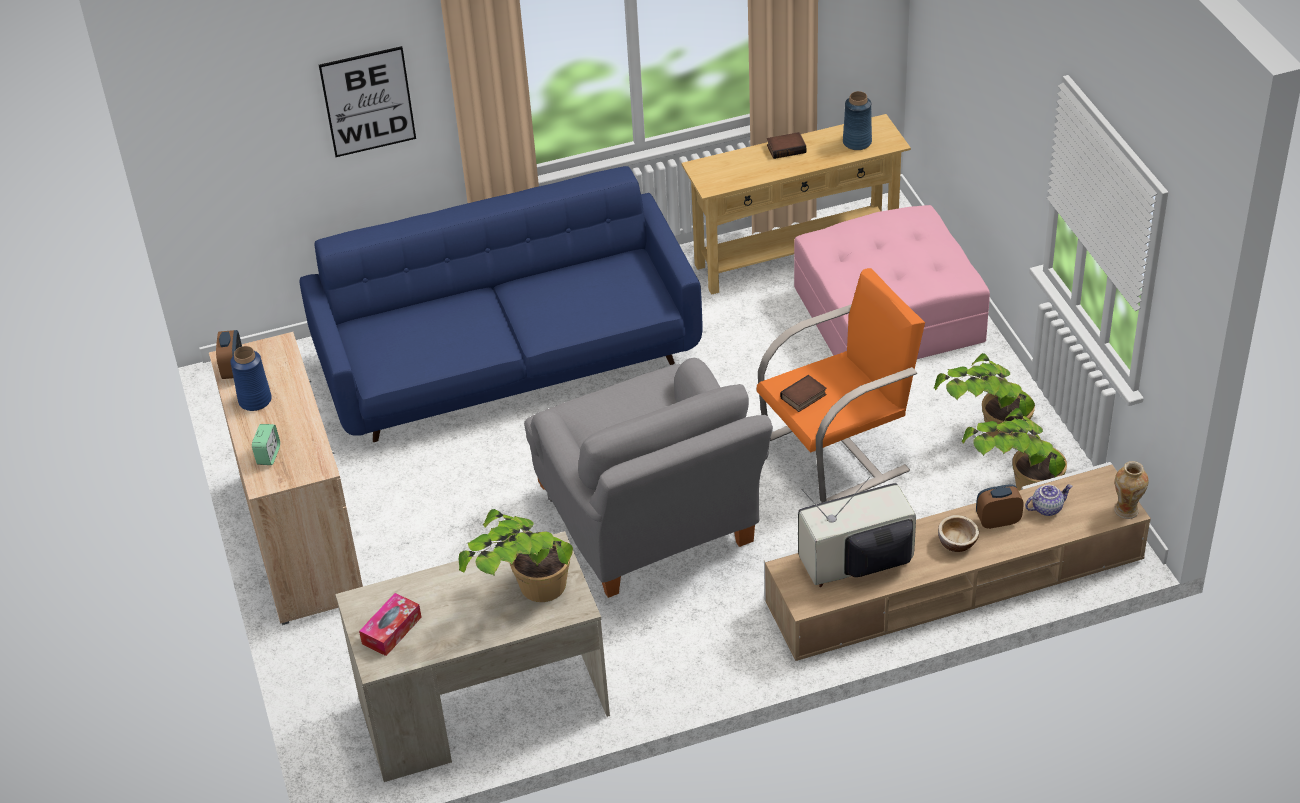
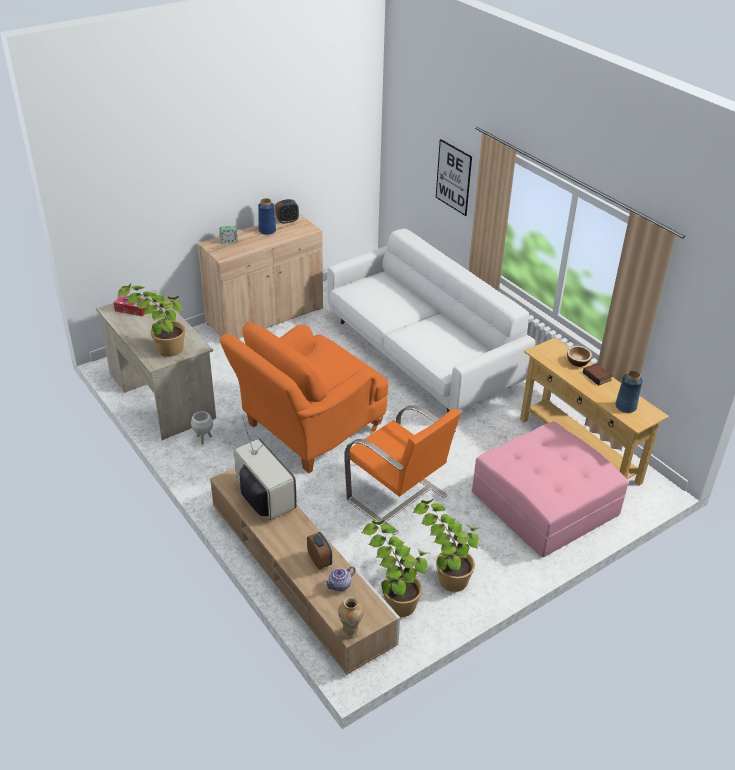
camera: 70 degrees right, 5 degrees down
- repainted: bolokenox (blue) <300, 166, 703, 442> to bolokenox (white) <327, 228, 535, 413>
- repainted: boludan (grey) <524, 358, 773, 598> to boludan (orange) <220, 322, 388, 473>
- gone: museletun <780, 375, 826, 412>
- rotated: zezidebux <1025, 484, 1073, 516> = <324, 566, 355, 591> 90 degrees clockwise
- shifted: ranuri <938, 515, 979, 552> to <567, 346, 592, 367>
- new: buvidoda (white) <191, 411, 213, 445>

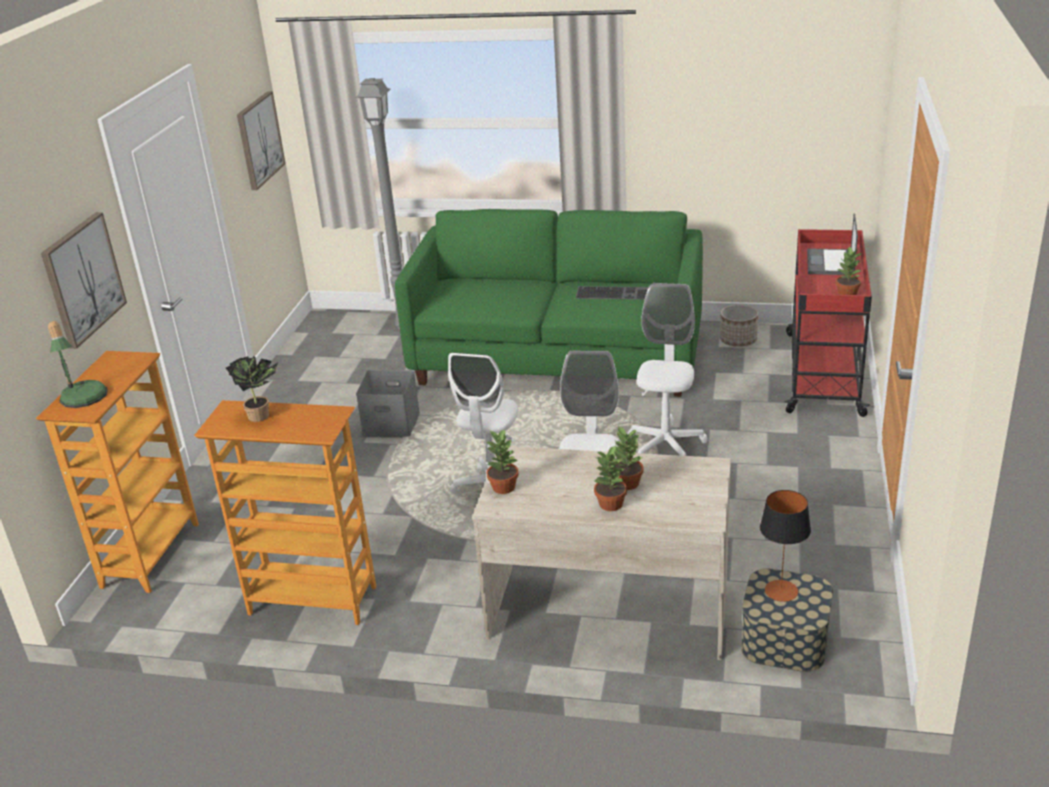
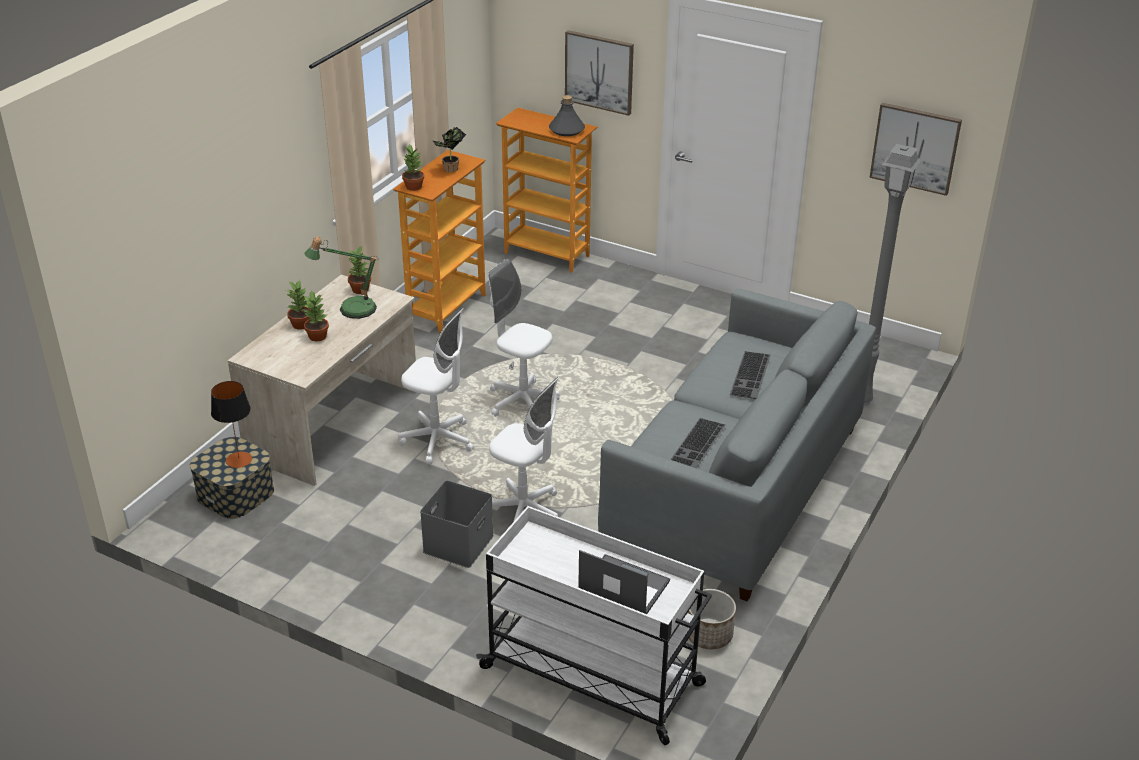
camera: 105 degrees right, 5 degrees up
- repainted: bolokenox (green) <395, 209, 703, 397> to bolokenox (grey) <598, 289, 876, 601>
- repainted: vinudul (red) <784, 229, 872, 417> to vinudul (white) <476, 506, 712, 745>
- shifted: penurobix <836, 246, 863, 295> to <402, 144, 424, 191>
- shifted: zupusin <48, 321, 108, 408> to <304, 236, 379, 319>
- shifted: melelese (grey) <356, 370, 420, 438> to <420, 480, 494, 568>
- new: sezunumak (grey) <549, 95, 585, 136>
- new: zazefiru <730, 351, 771, 399>

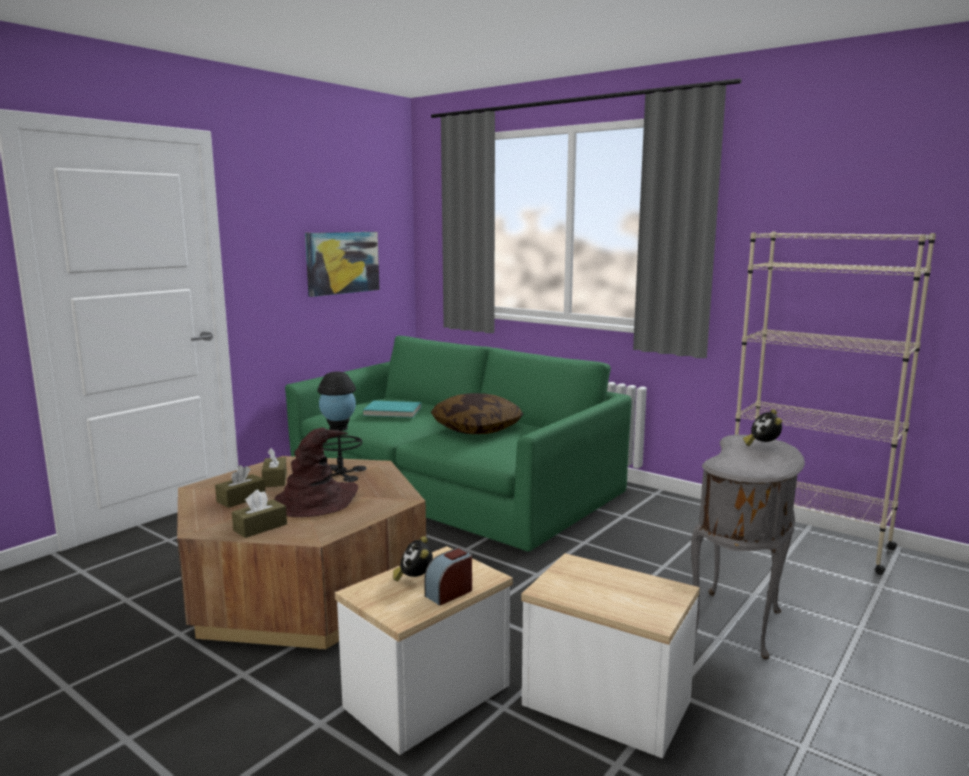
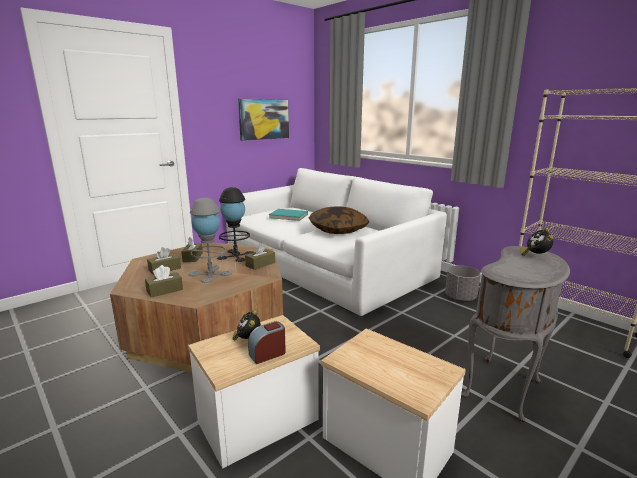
camera: 10 degrees right, 5 degrees up
- repainted: bolokenox (green) <285, 336, 632, 552> to bolokenox (white) <226, 168, 447, 316>
- swapped: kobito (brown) <274, 428, 358, 517> to zupusin (grey) <189, 198, 232, 283>
- new: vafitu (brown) <245, 243, 275, 270>
- new: buvidoda (grey) <445, 265, 481, 301>

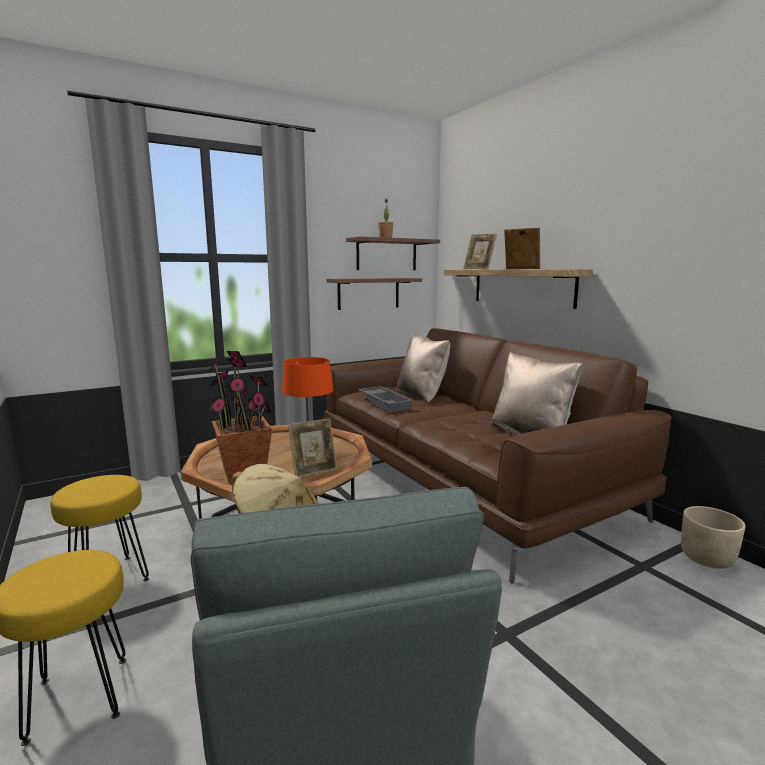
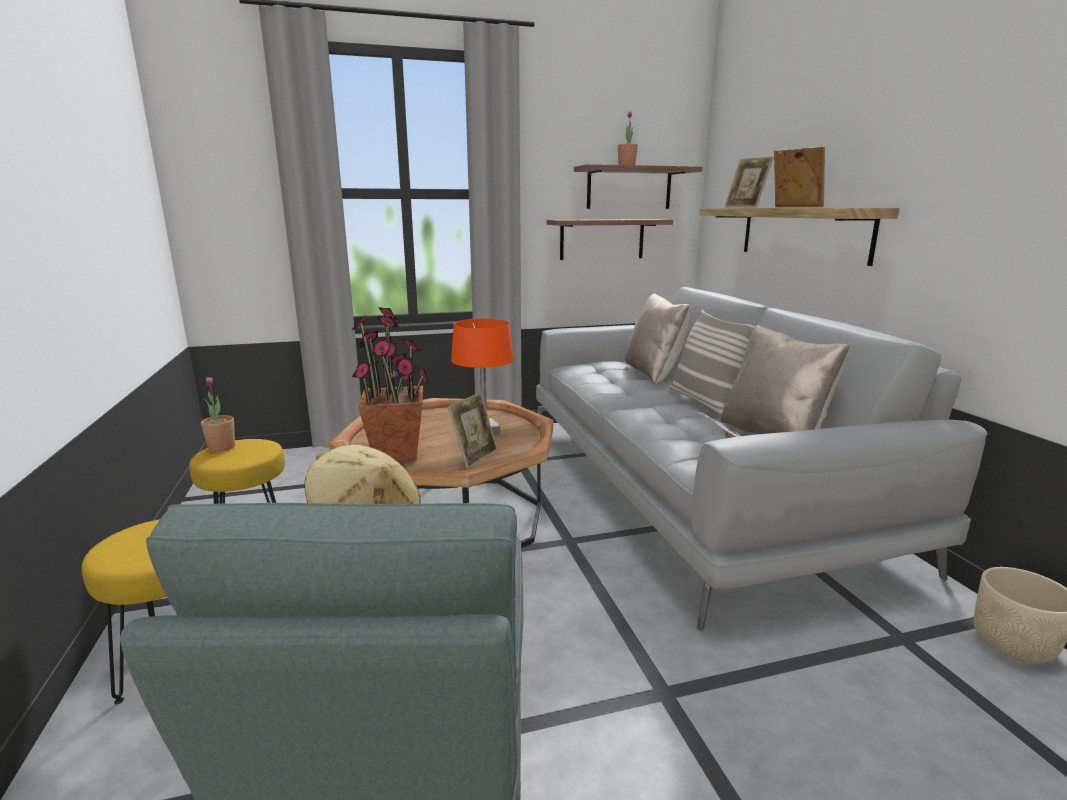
camera: 15 degrees right, 5 degrees up
- repainted: bolokenox (brown) <324, 328, 672, 584> to bolokenox (grey) <536, 287, 988, 631>
- gone: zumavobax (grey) <358, 386, 414, 413>
- rotated: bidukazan <288, 418, 337, 477> = <448, 392, 498, 469> 45 degrees counterclockwise
- new: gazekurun <670, 309, 756, 416>
- new: penurobix <201, 377, 235, 452>

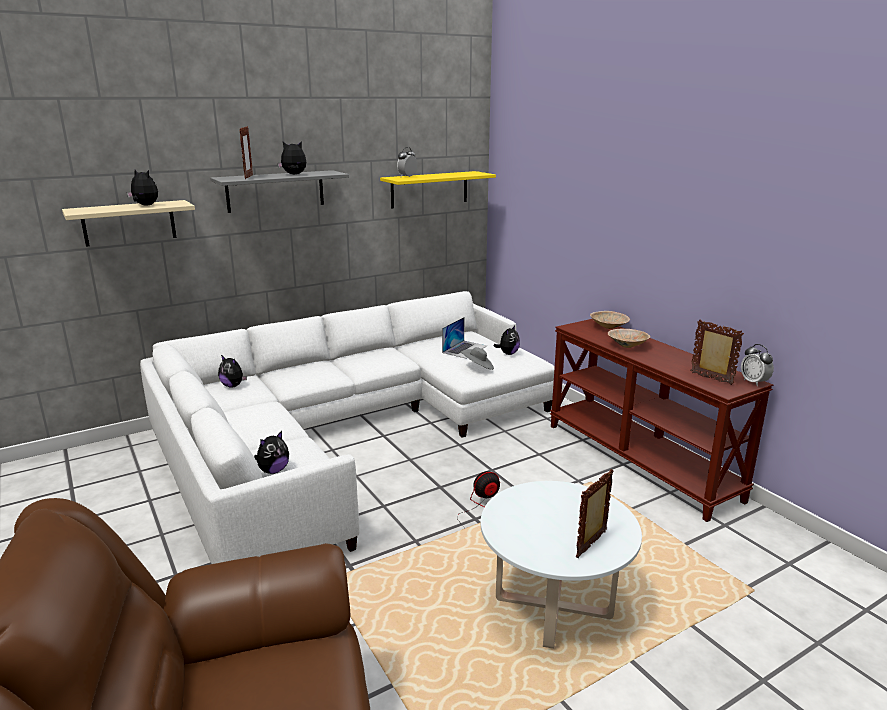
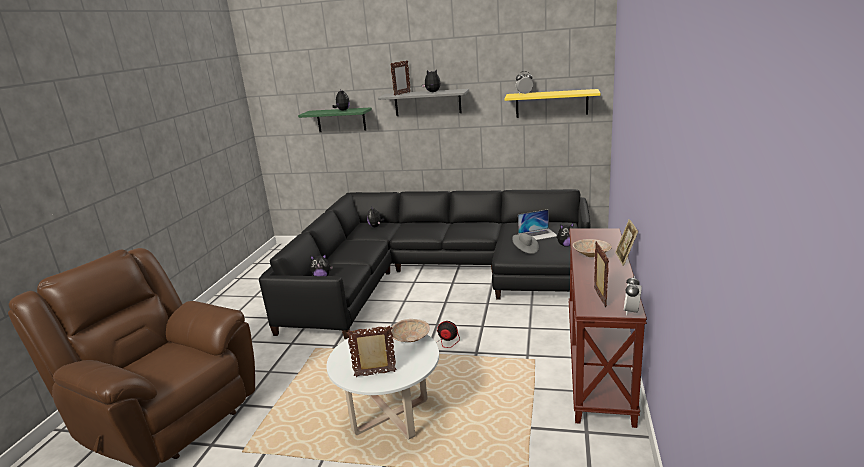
camera: 45 degrees right, 0 degrees up
- repainted: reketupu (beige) <62, 200, 195, 247> to reketupu (green) <298, 107, 372, 132>
- repainted: bolokenox (white) <140, 291, 555, 564> to bolokenox (black) <259, 189, 590, 339>
- shifted: ranuri (beige) <590, 311, 630, 329> to <391, 319, 430, 342>
- new: bidukazan <615, 219, 638, 266>

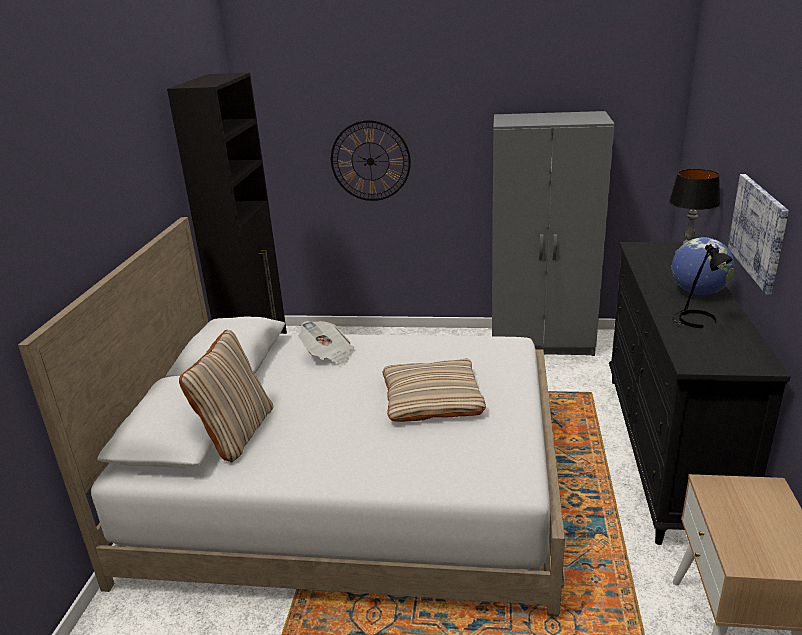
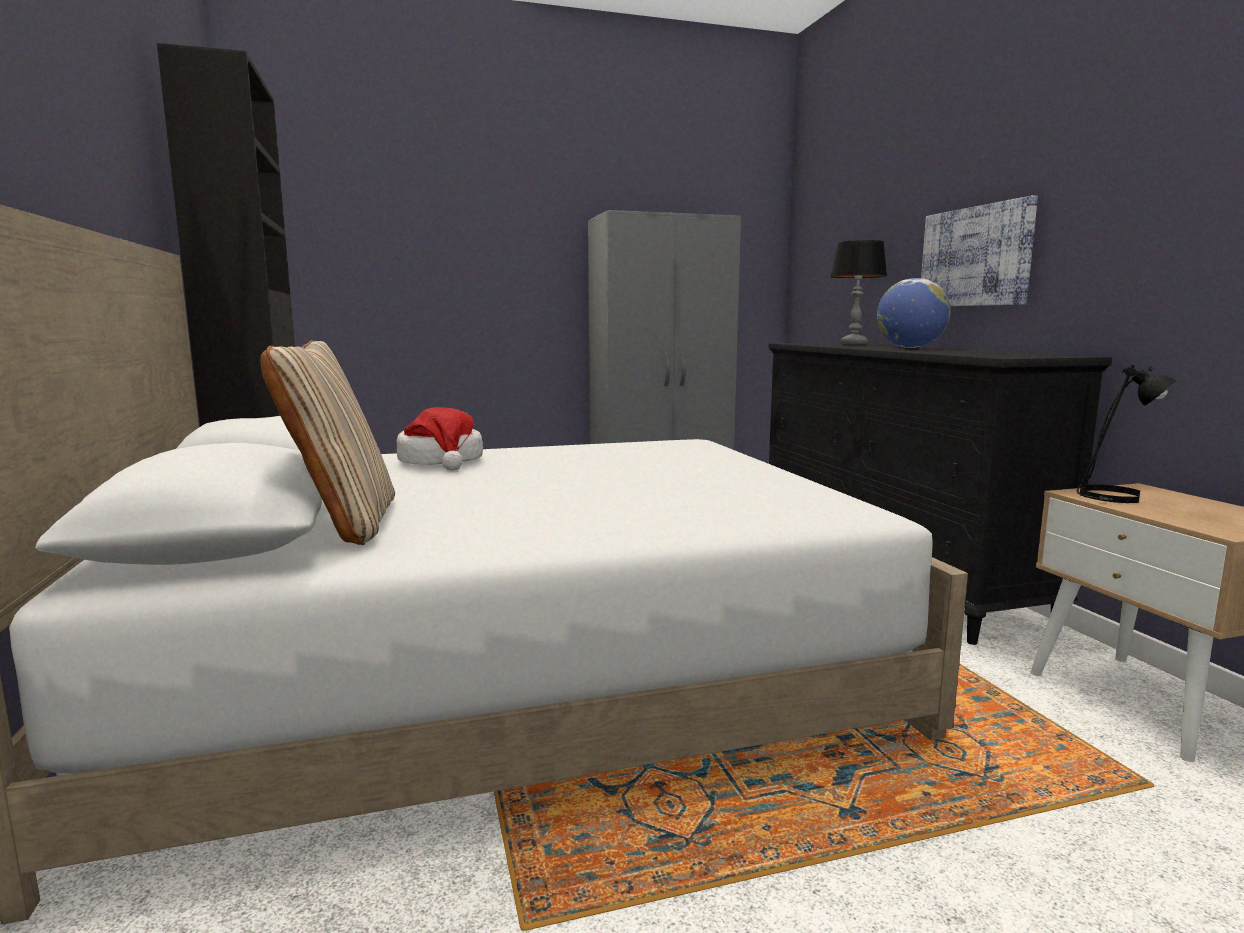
camera: 25 degrees left, 15 degrees down
- gone: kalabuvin <331, 120, 411, 201>
- shifted: zupusin (black) <673, 244, 733, 328> to <1077, 365, 1176, 503>
- swapped: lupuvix <298, 321, 354, 365> to kobito <396, 407, 483, 471>
- gone: gazekurun (beige) <382, 358, 486, 422>

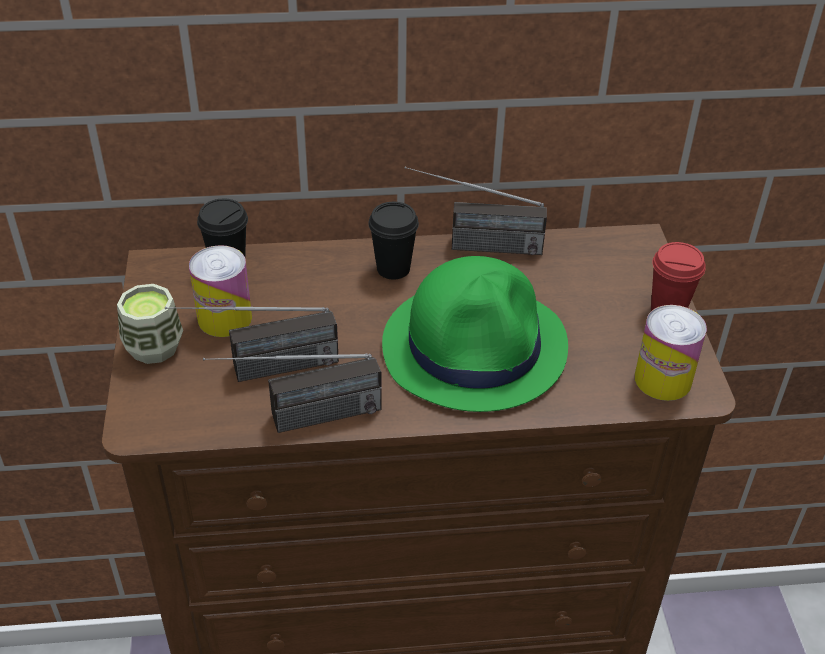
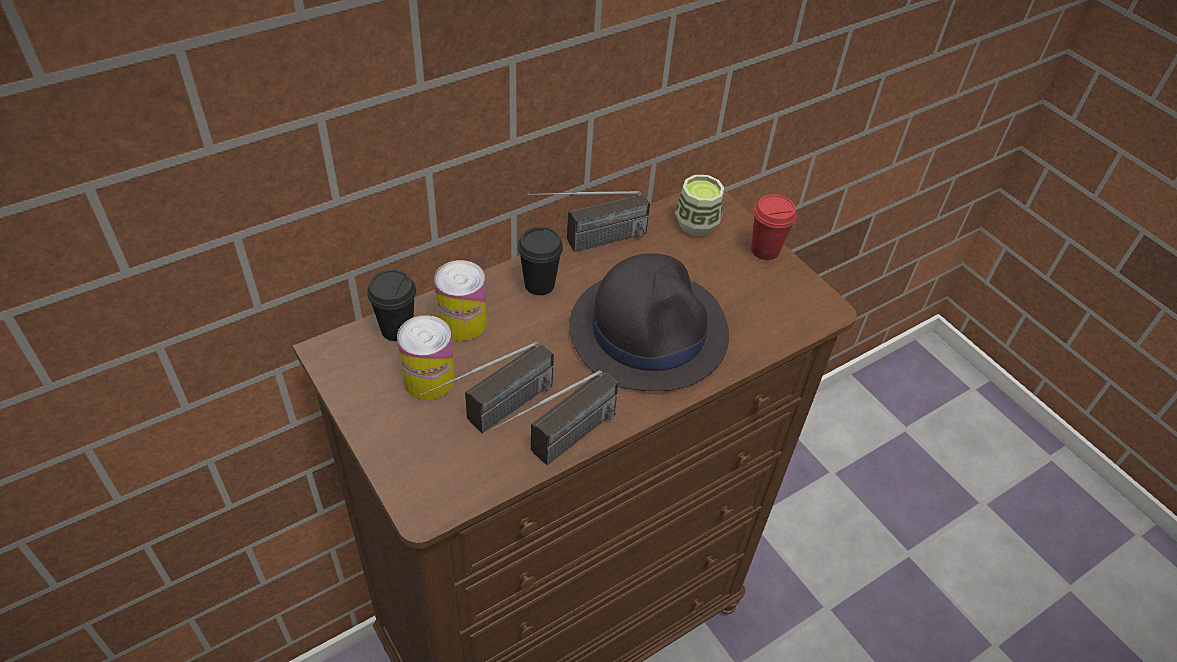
camera: 30 degrees left, 5 degrees up
- repainted: kobito (green) <382, 256, 568, 412> to kobito (black) <569, 253, 729, 391>
- shifted: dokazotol <117, 284, 183, 364> to <675, 175, 724, 236>
- shifted: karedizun <635, 305, 707, 401> to <434, 260, 487, 341>

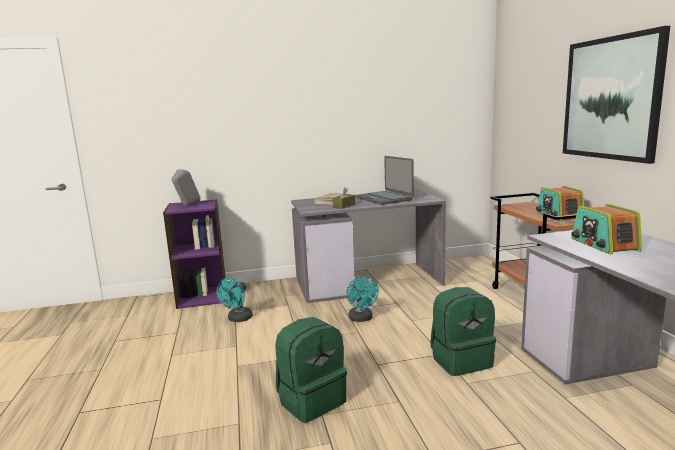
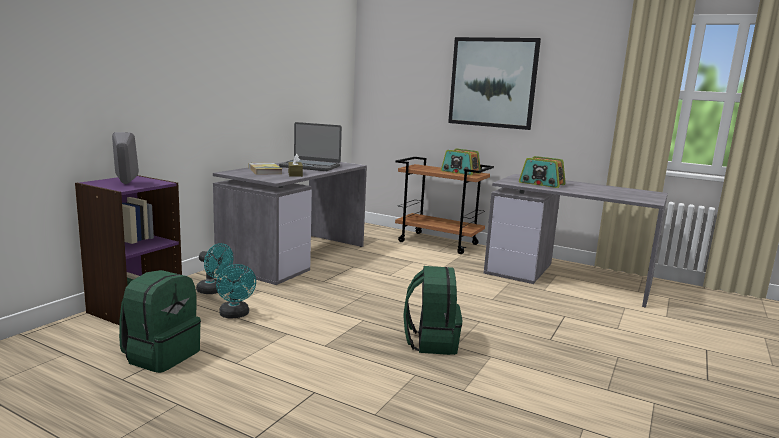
camera: 50 degrees left, 0 degrees up
- shifted: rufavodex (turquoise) <346, 277, 379, 322> to <196, 243, 233, 294>
- shifted: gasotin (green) <430, 287, 496, 376> to <119, 270, 201, 373>

